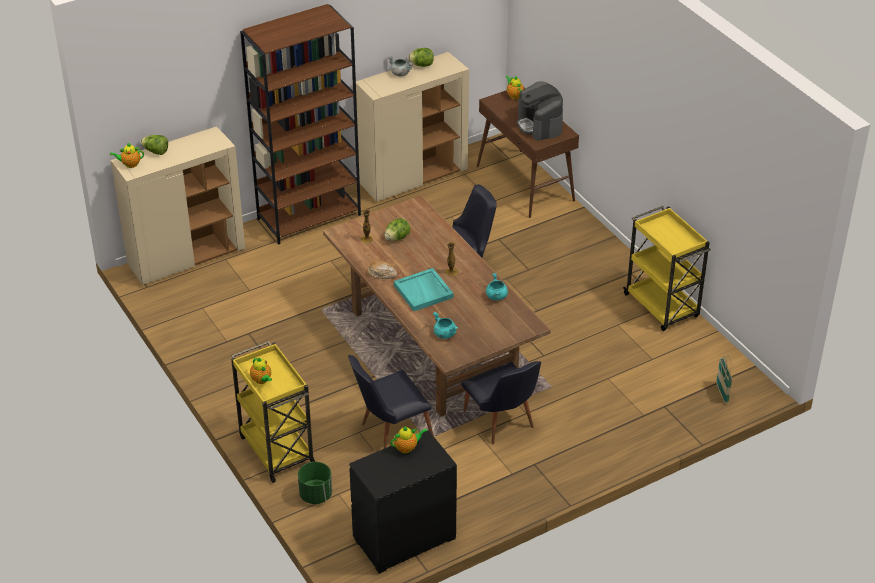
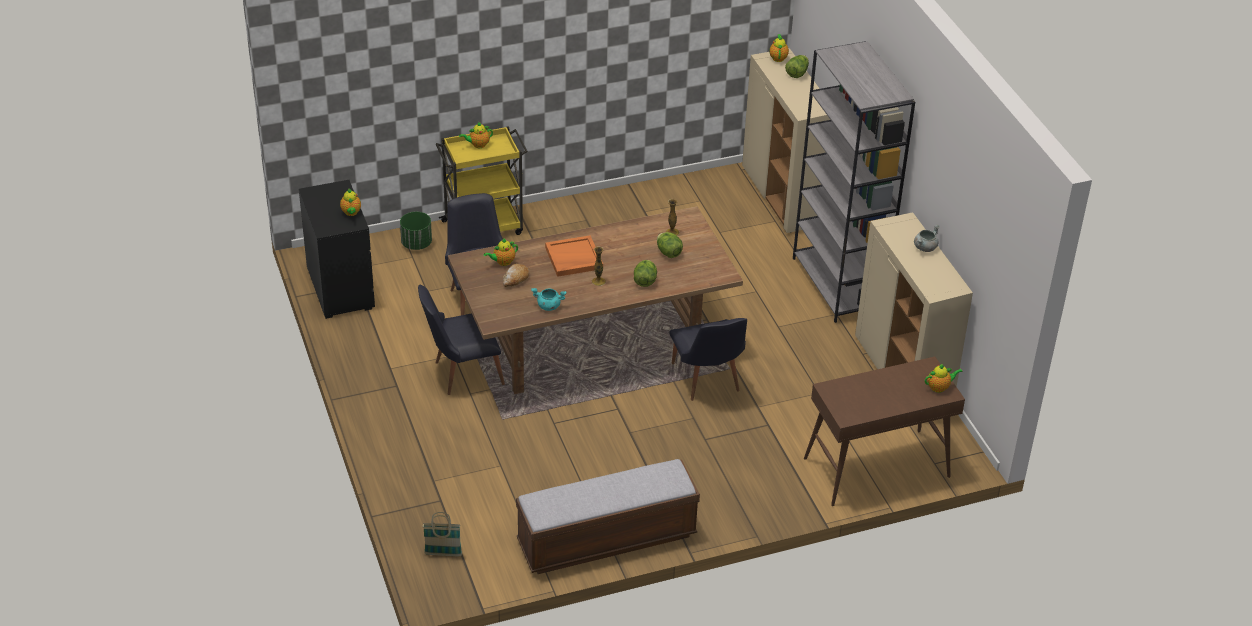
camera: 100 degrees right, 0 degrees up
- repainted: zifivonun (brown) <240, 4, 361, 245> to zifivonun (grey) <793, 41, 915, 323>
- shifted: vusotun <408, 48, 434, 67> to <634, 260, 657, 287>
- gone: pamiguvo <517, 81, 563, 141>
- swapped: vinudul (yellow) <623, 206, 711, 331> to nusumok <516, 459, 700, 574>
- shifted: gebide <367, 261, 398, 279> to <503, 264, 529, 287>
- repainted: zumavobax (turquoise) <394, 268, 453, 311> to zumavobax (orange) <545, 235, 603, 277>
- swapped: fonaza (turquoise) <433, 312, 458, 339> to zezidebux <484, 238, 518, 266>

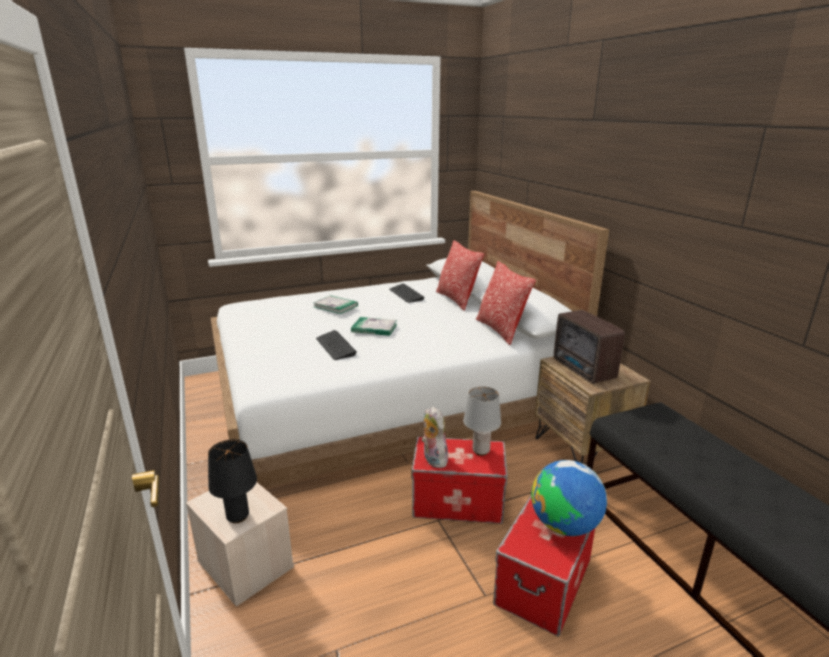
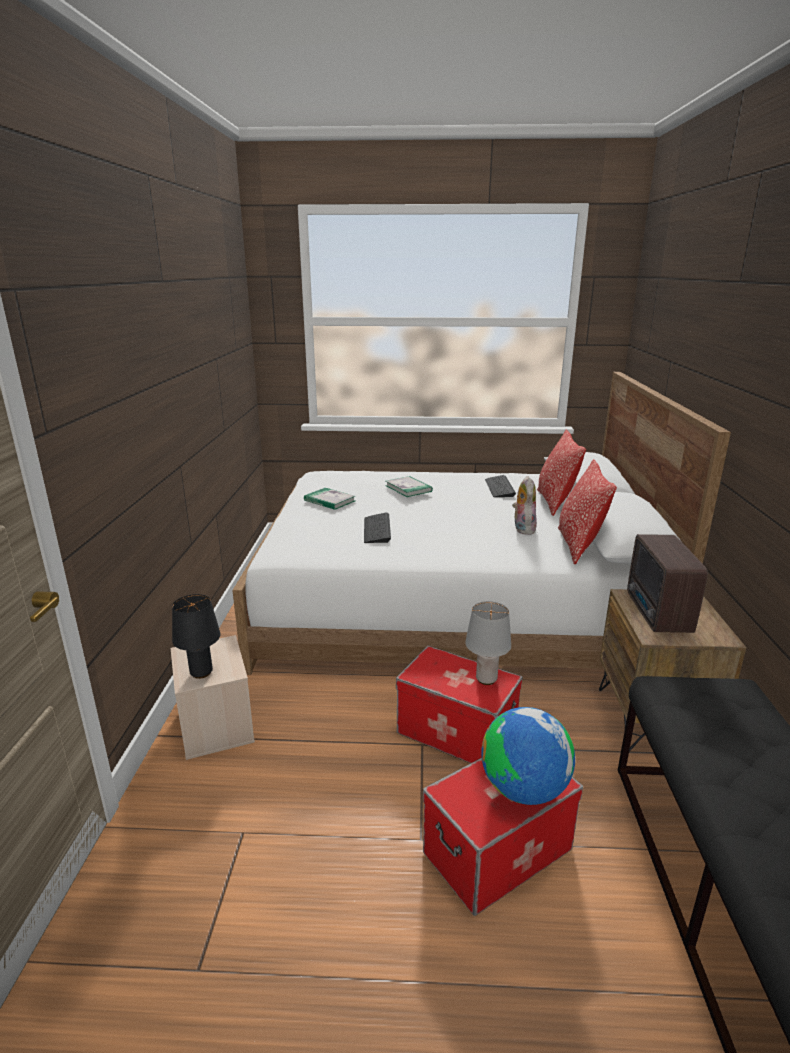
camera: 25 degrees right, 0 degrees up
- shifted: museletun <351, 317, 397, 336> to <304, 488, 355, 510>
- shifted: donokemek <422, 407, 448, 468> to <512, 476, 537, 535>

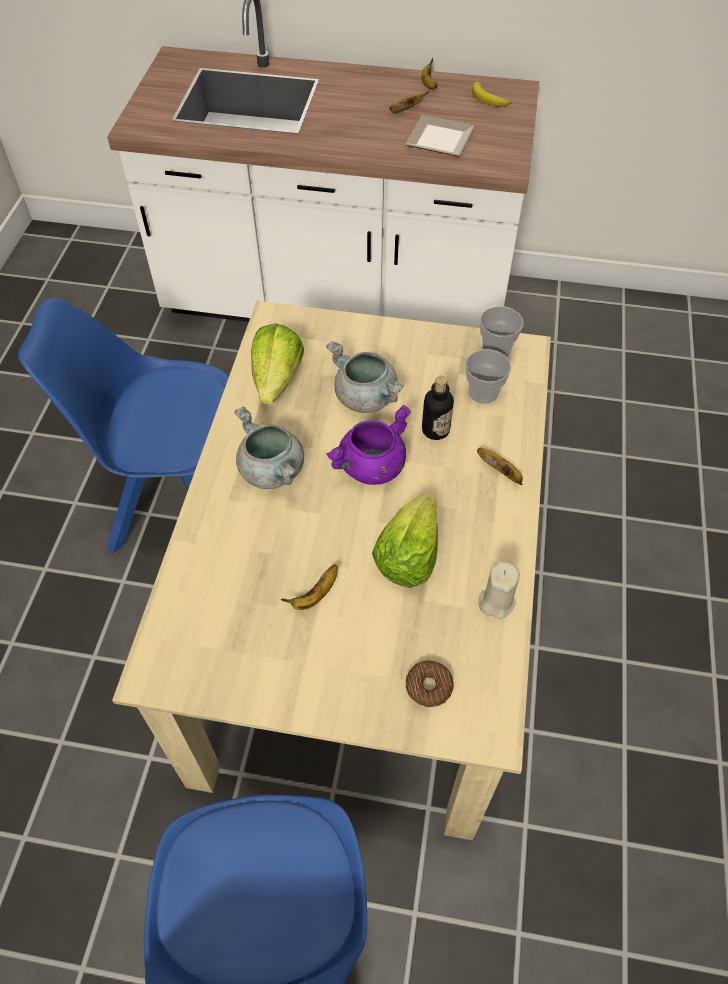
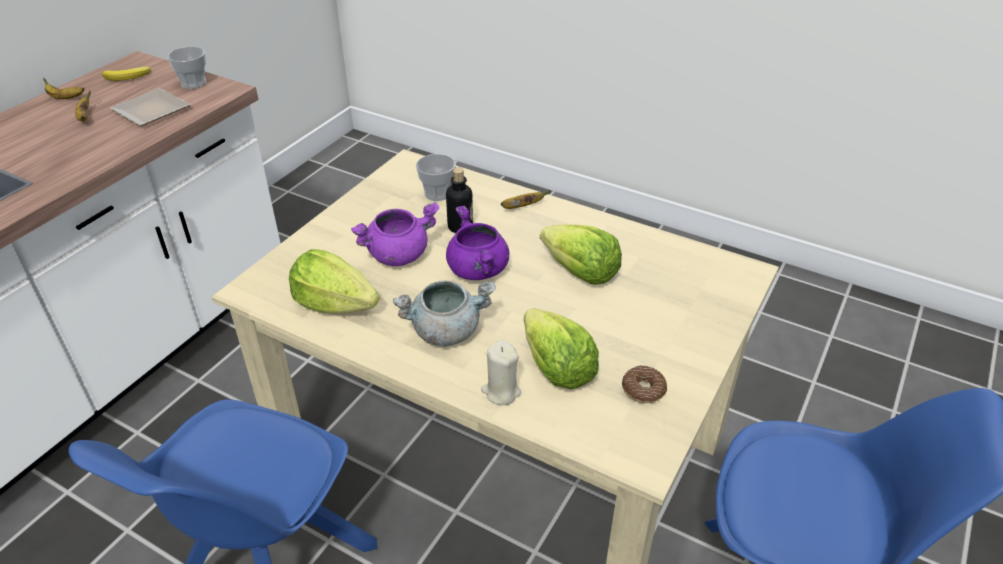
camera: 70 degrees left, 15 degrees down
- shifted: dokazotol <480, 306, 524, 357> to <167, 47, 206, 89>
- repainted: fonaza (grey) <326, 341, 404, 413> to fonaza (purple) <351, 202, 439, 266>
- shifted: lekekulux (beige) <478, 561, 520, 619> to <481, 341, 521, 405>
- gone: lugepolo <281, 564, 338, 610>
- shifted: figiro <406, 660, 454, 707> to <622, 365, 667, 403>
- new: vusotun <523, 308, 599, 389>

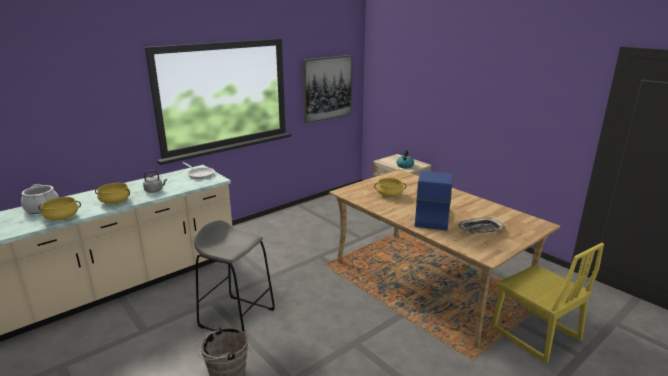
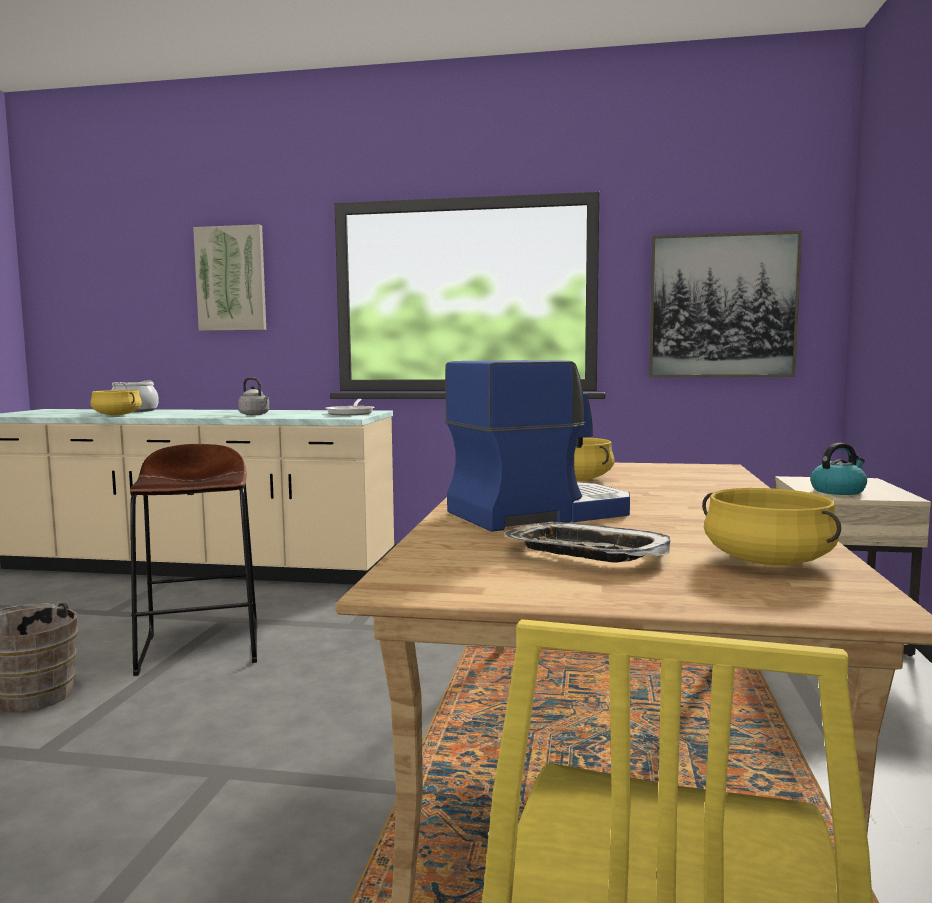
camera: 50 degrees right, 15 degrees down
- shifted: fonaza (yellow) <95, 183, 130, 204> to <702, 488, 841, 565>
- repainted: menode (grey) <194, 220, 275, 332> to menode (brown) <130, 444, 257, 676>
- new: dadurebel <193, 225, 266, 331>

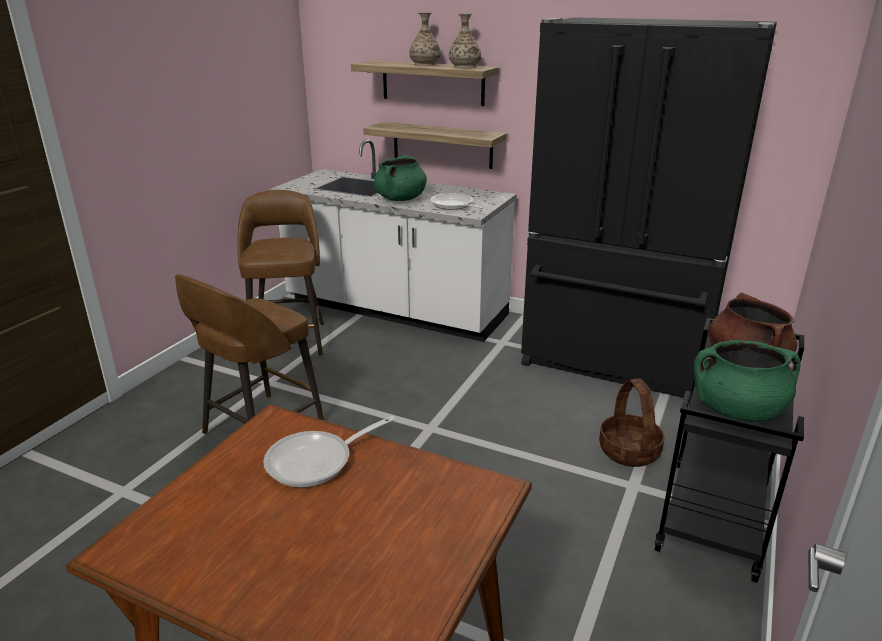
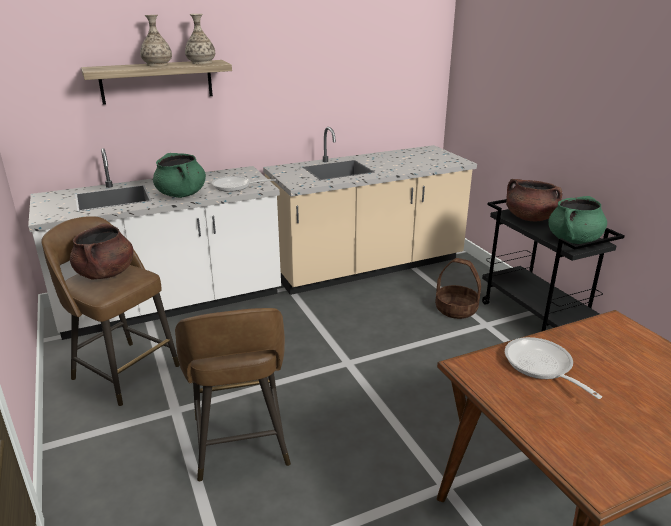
camera: 50 degrees left, 0 degrees up
- swapped: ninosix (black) <521, 17, 777, 402> to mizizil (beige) <263, 127, 477, 295>
- gone: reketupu <363, 122, 507, 169>
- rotated: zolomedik <263, 416, 395, 488> = <505, 337, 602, 399> 150 degrees clockwise
- new: fonaza (brown) <70, 223, 133, 279>

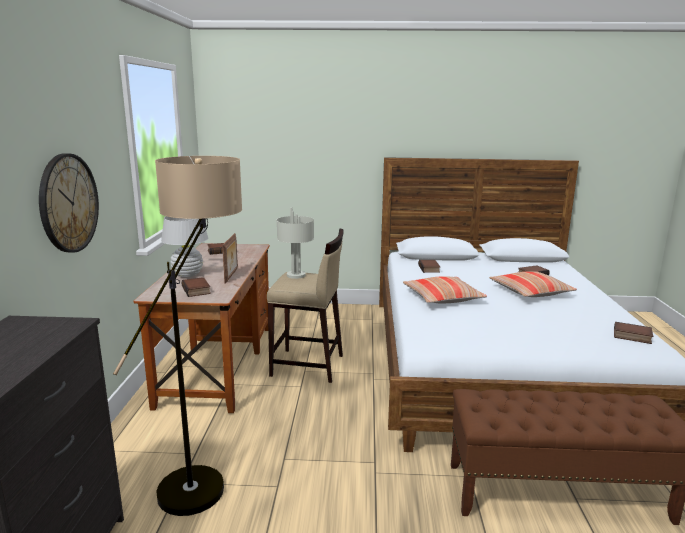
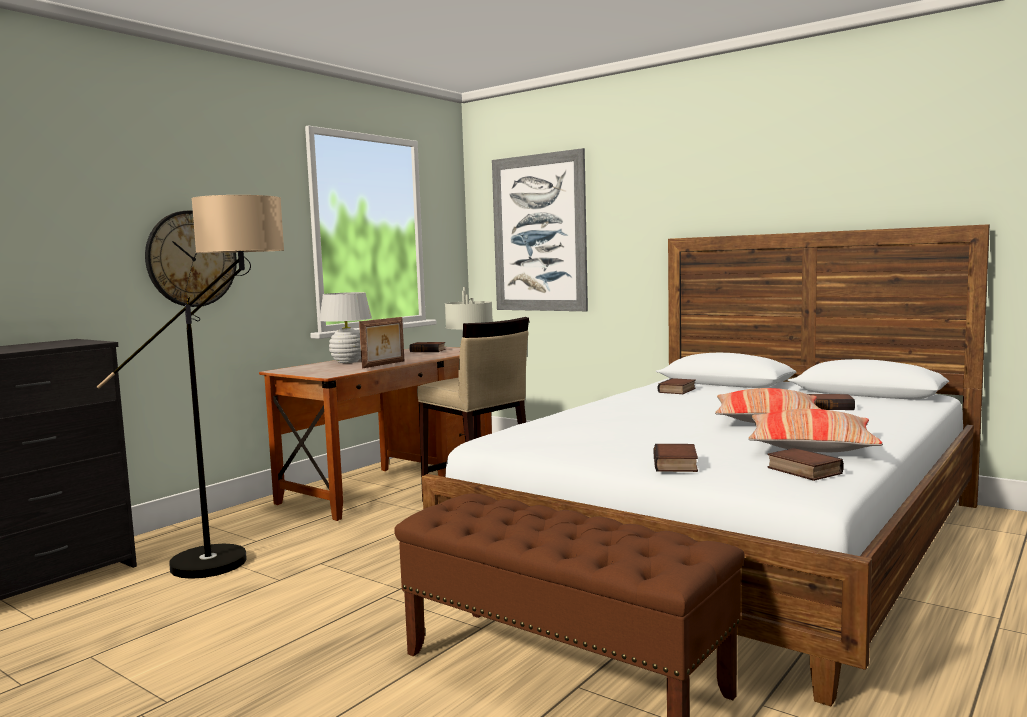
camera: 35 degrees right, 10 degrees down
- shifted: museletun <181, 277, 211, 297> to <653, 444, 698, 472>
- shifted: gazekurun <403, 277, 487, 304> to <748, 409, 883, 452>
- new: dadurebel <492, 148, 588, 311>

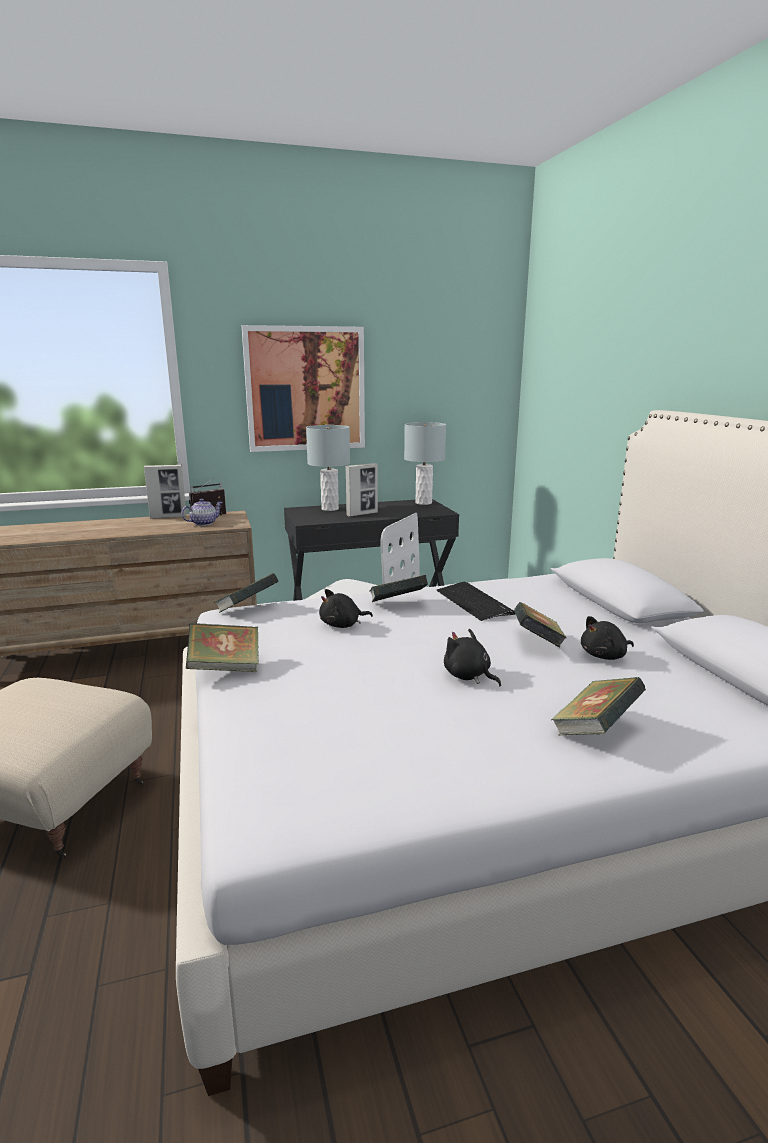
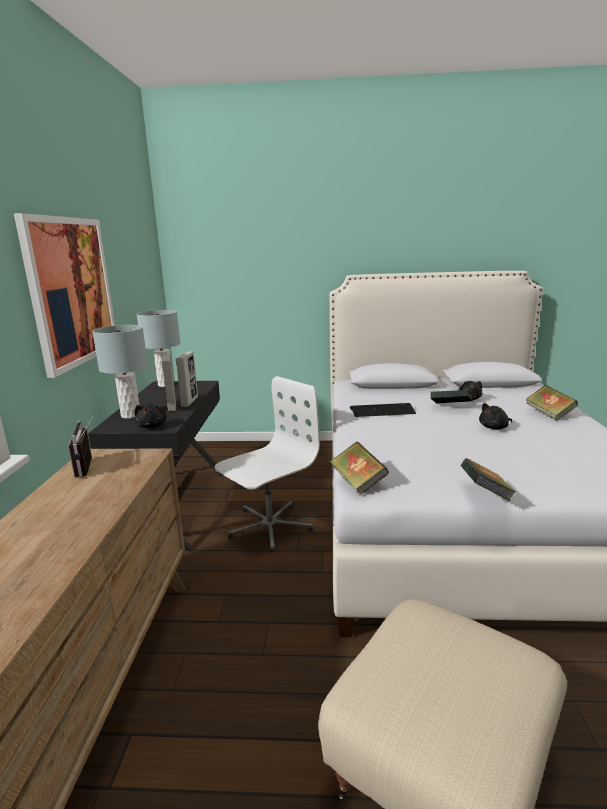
camera: 70 degrees left, 0 degrees up
- shifted: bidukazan <144, 465, 186, 519> to <176, 351, 198, 407>
- gone: zezidebux <181, 499, 223, 526>
- gone: museletun <369, 575, 428, 602>
- shifted: donokemek (black) <319, 589, 373, 628> to <135, 404, 167, 428>

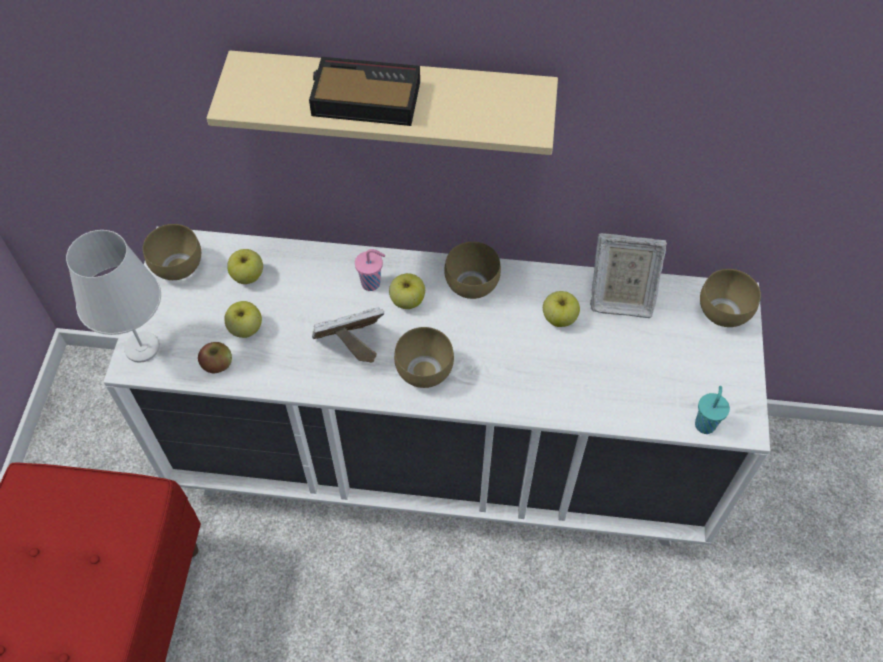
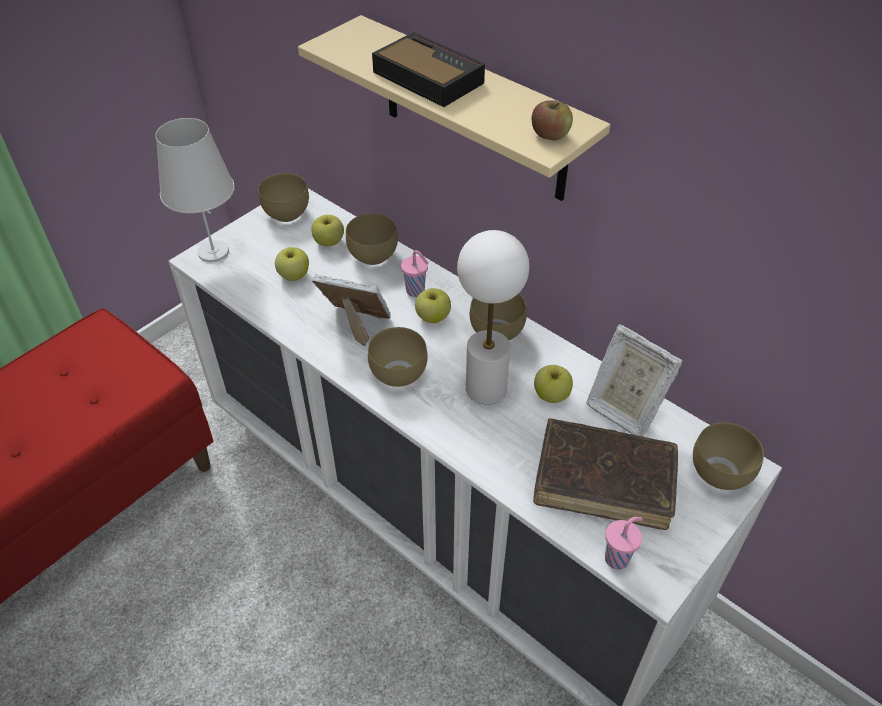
camera: 35 degrees right, 10 degrees down
- shifted: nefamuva <198, 342, 232, 373> to <532, 100, 573, 140>
- repainted: dokazotol (turquoise) <695, 386, 730, 434> to dokazotol (pink) <605, 517, 643, 570>
- new: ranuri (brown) <346, 213, 398, 265>
- new: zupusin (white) <457, 230, 529, 404>
- new: museletun (brown) <533, 418, 678, 530>

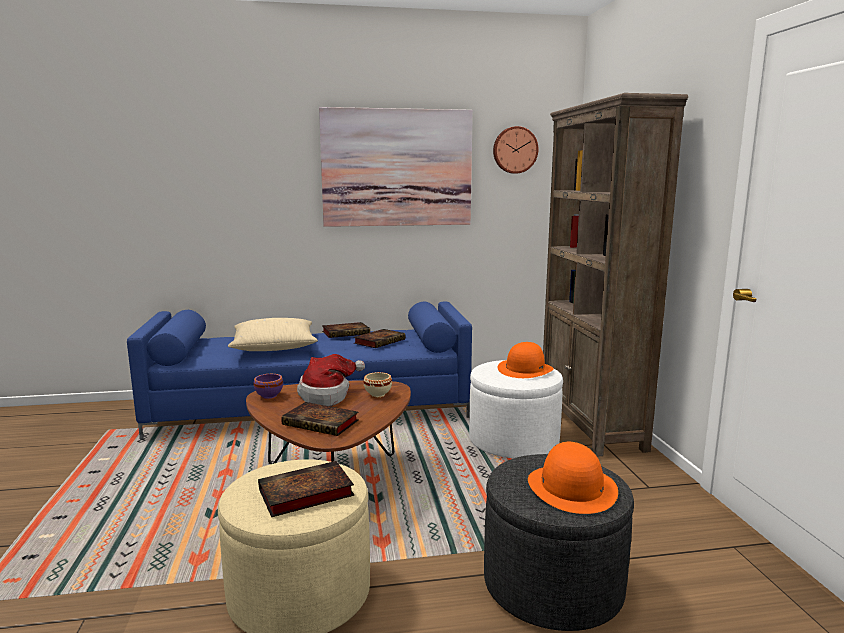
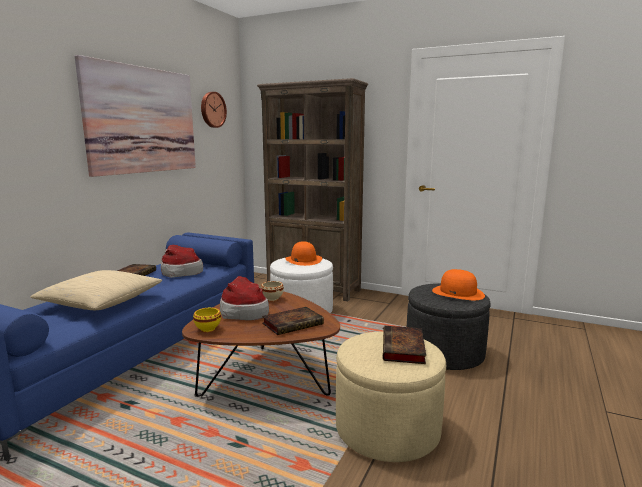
camera: 55 degrees left, 0 degrees up
- swapped: museletun <354, 329, 405, 348> to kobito <161, 245, 203, 278>
- repainted: ranuri (purple) <254, 374, 283, 399> to ranuri (yellow) <193, 307, 221, 332>

